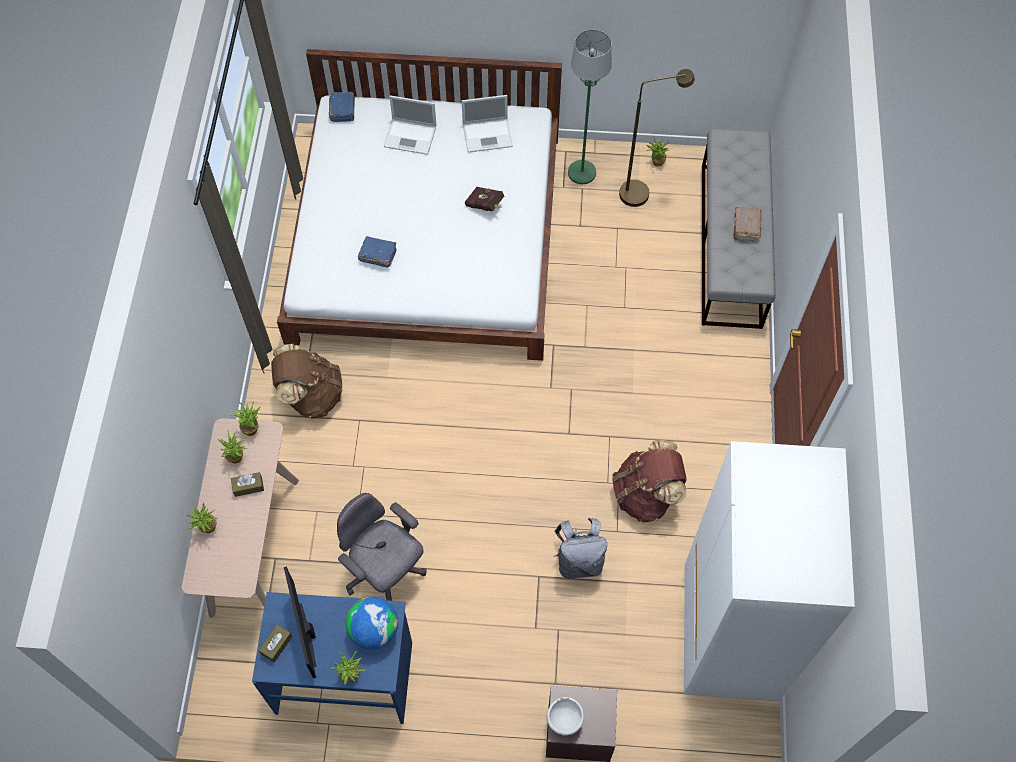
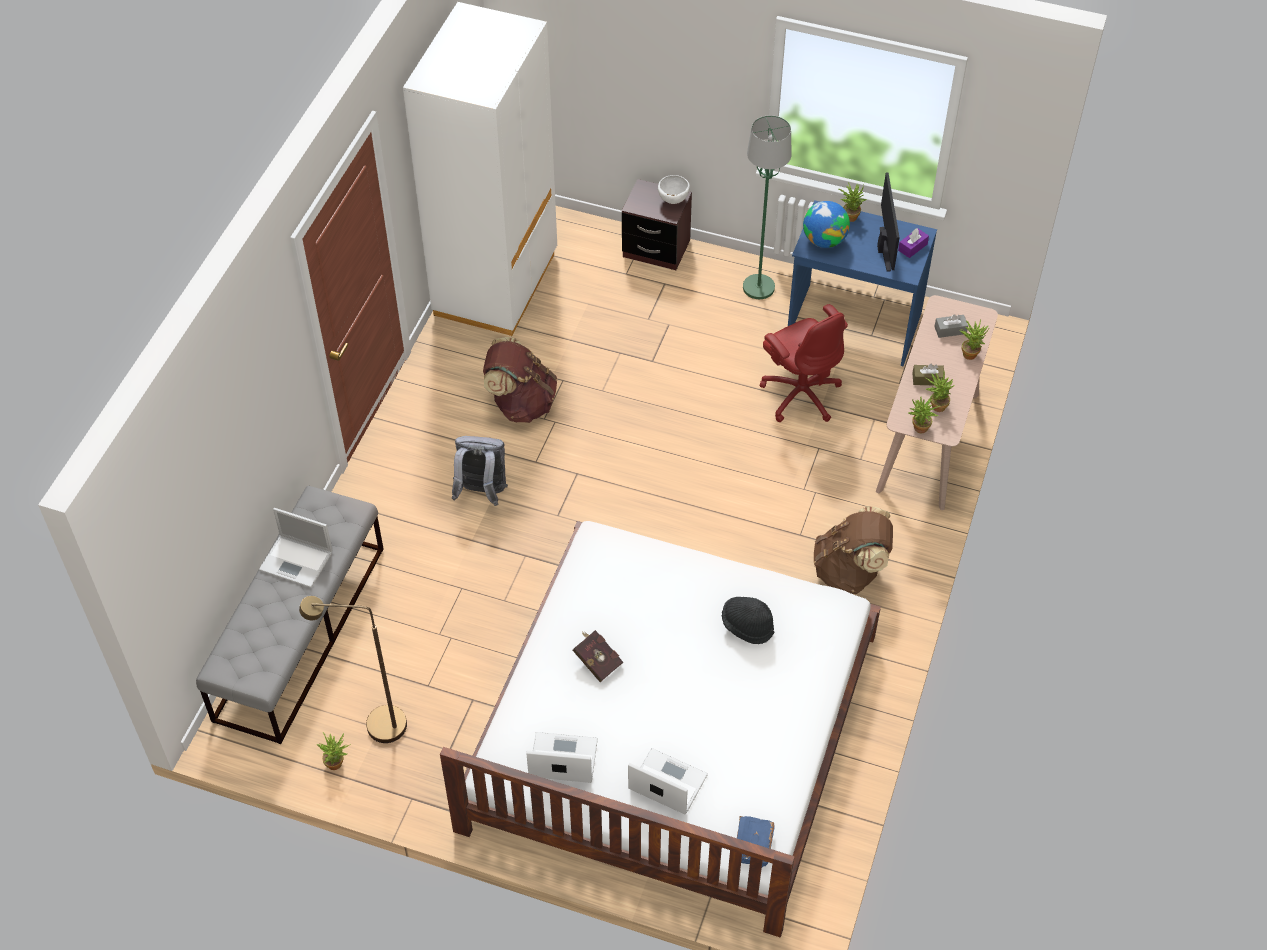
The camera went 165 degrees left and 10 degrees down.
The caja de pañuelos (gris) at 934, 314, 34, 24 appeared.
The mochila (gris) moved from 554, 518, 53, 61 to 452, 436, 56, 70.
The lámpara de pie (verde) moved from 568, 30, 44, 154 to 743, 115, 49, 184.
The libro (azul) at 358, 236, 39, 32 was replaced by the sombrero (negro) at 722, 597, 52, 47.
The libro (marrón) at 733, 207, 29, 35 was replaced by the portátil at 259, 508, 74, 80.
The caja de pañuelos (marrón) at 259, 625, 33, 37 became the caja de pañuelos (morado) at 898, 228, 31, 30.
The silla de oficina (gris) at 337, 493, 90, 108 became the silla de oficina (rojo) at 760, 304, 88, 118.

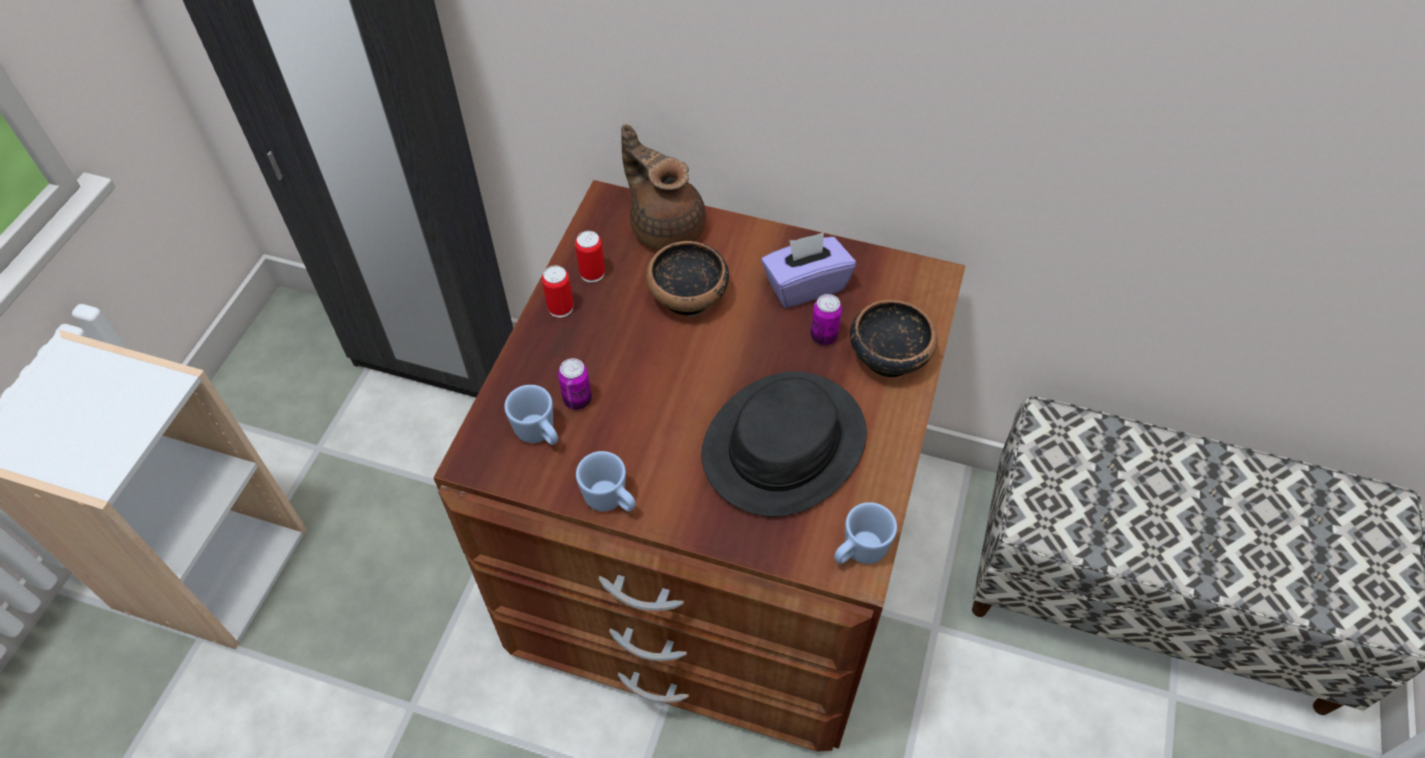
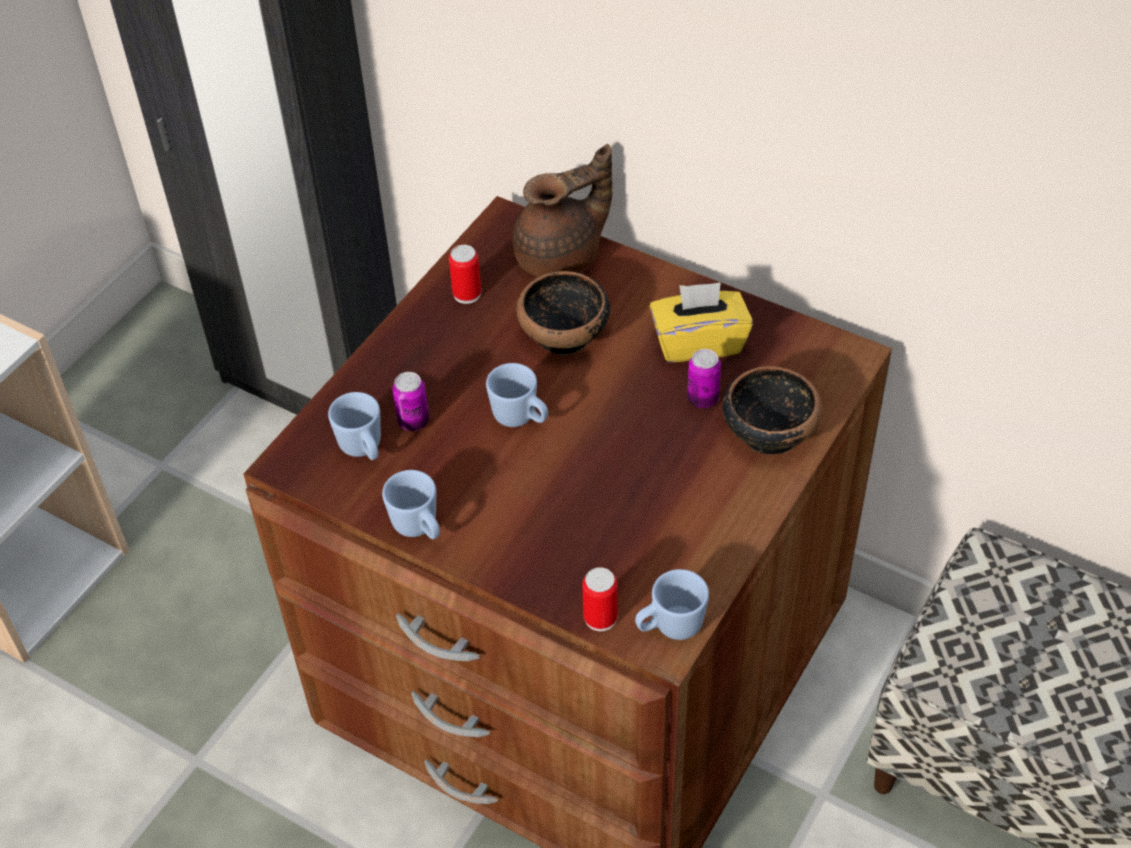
The camera went 15 degrees right and 5 degrees down.
The sombrero (negro) at 701, 371, 166, 146 disappeared.
The taza grande (azul) at 486, 363, 62, 64 appeared.
The lata moved from 542, 265, 32, 53 to 582, 567, 36, 64.
The caja de pañuelos (morado) at 761, 232, 95, 76 became the caja de pañuelos (amarillo) at 650, 282, 103, 80.
The tetera (marrón) at 621, 124, 85, 126 turned 90 degrees clockwise.

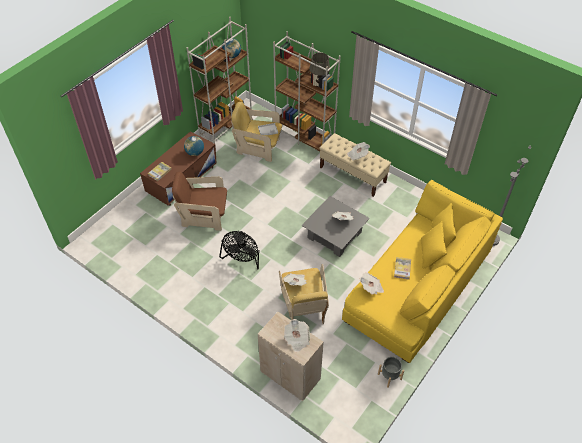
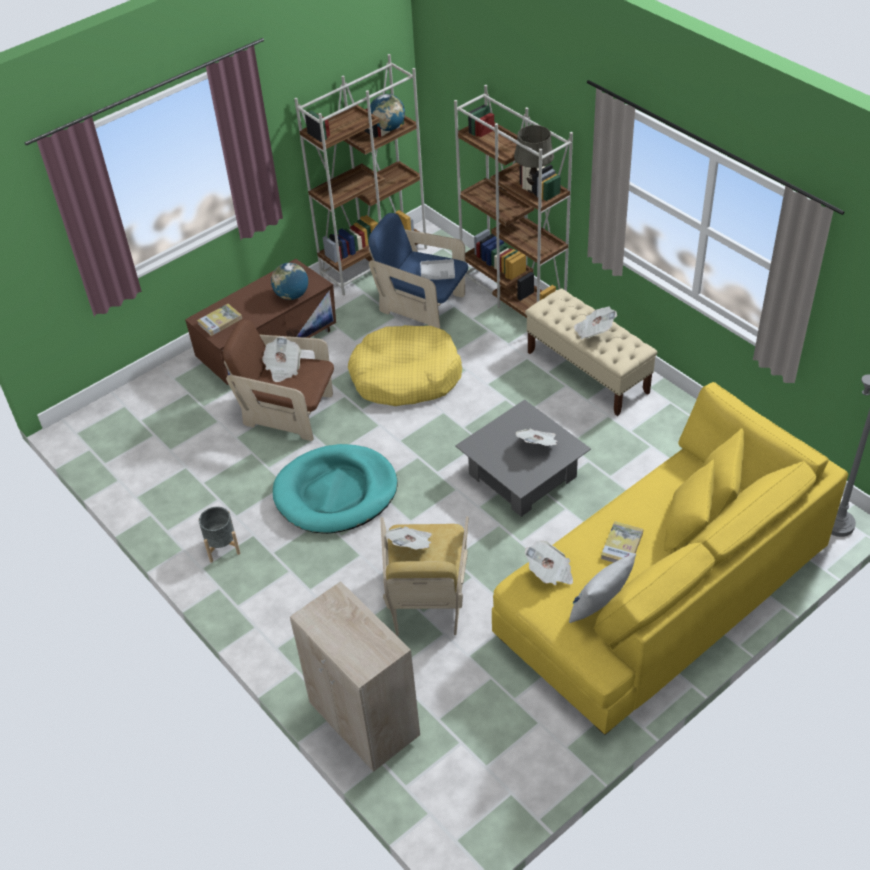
The camera went 15 degrees right and 5 degrees down.
The cama para perro (amarillo) at 348, 325, 114, 81 appeared.
The cojín (gris) at 569, 553, 67, 70 appeared.
The periódico moved from 284, 319, 26, 34 to 262, 336, 39, 46.
The maceta (gris) moved from 378, 357, 26, 31 to 199, 507, 41, 55.
The ventilador (negro) at 219, 231, 41, 39 was replaced by the cama para perro (turquesa) at 273, 444, 125, 90.
The sillón (amarillo) at 231, 102, 51, 60 became the sillón (azul) at 369, 213, 99, 116.

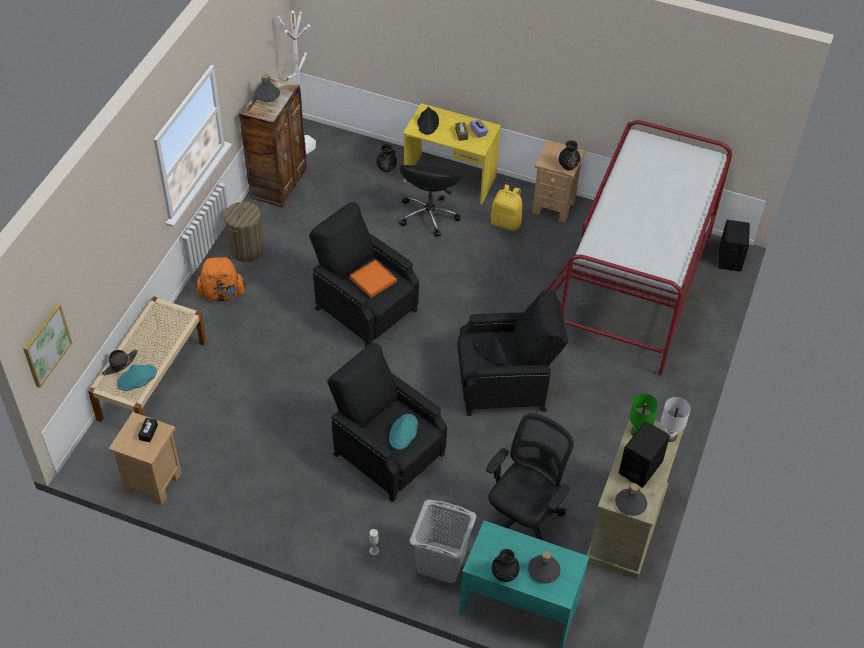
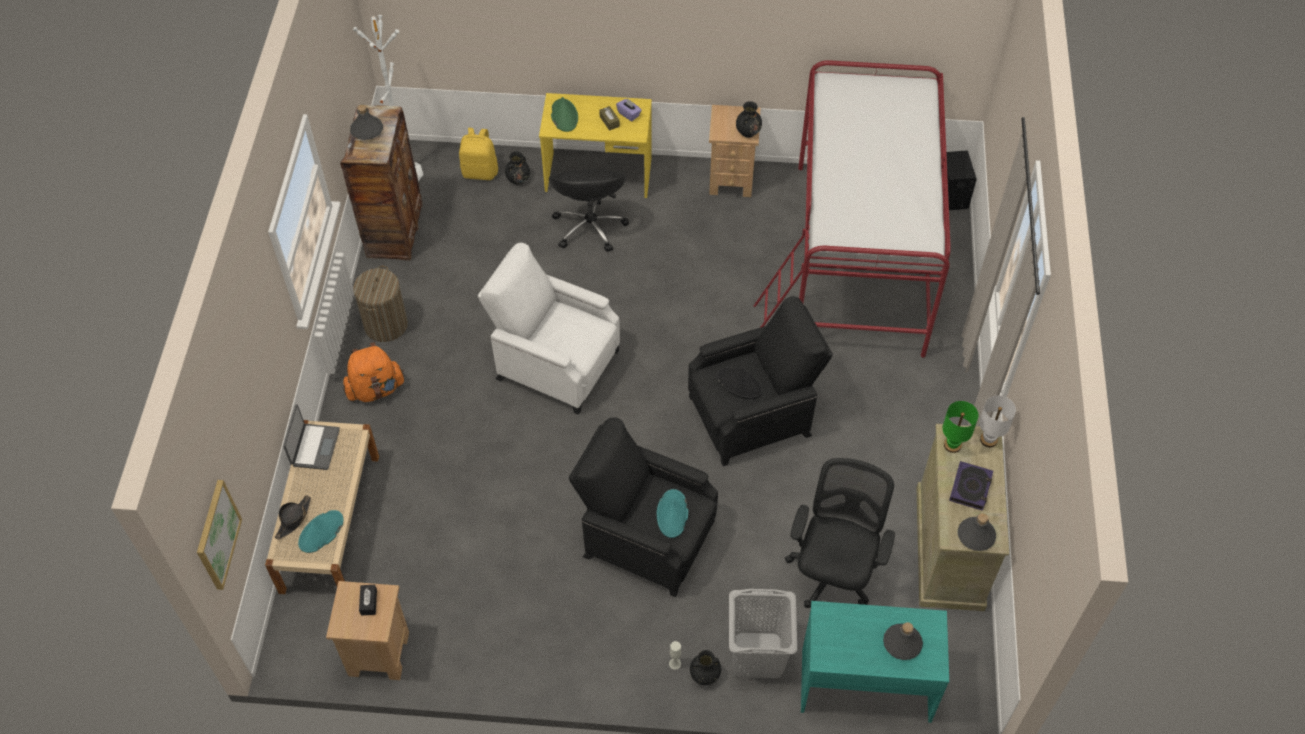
The camera went 15 degrees left and 5 degrees up.
The bandeja (naranja) at 350, 259, 47, 39 disappeared.
The portátil at 283, 404, 57, 66 appeared.
The mochila (amarillo) moved from 491, 184, 31, 47 to 459, 128, 39, 52.
The florero (negro) moved from 492, 549, 27, 33 to 690, 650, 31, 35.
The altavoz (negro) at 619, 421, 51, 67 was replaced by the libro at 949, 461, 44, 50.
The sillón (negro) at 309, 202, 110, 145 became the sillón (blanco) at 478, 243, 142, 172.
The sombrero (negro) at 417, 107, 22, 28 became the sombrero (verde) at 551, 97, 27, 35.

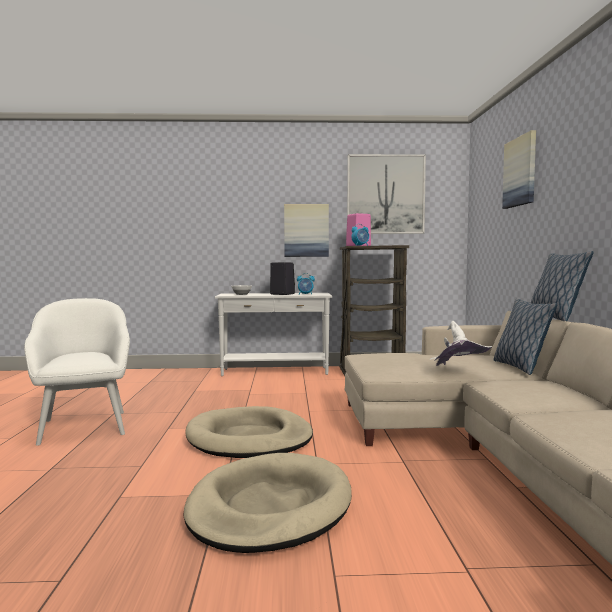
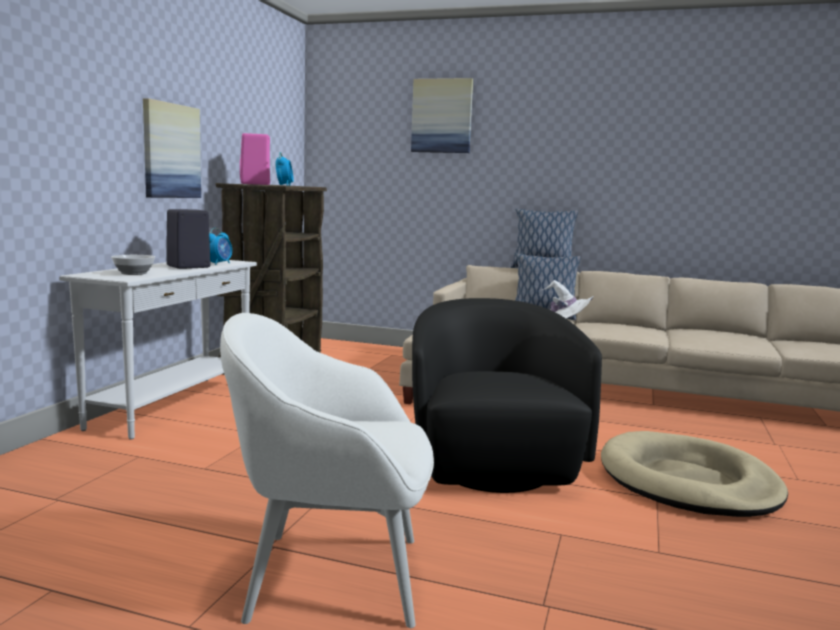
The camera went 70 degrees left and 5 degrees up.
The cuadro at 347, 154, 79, 80 disappeared.
The cama para perro (beis) at 185, 406, 128, 52 was replaced by the sillón (negro) at 412, 298, 190, 195.

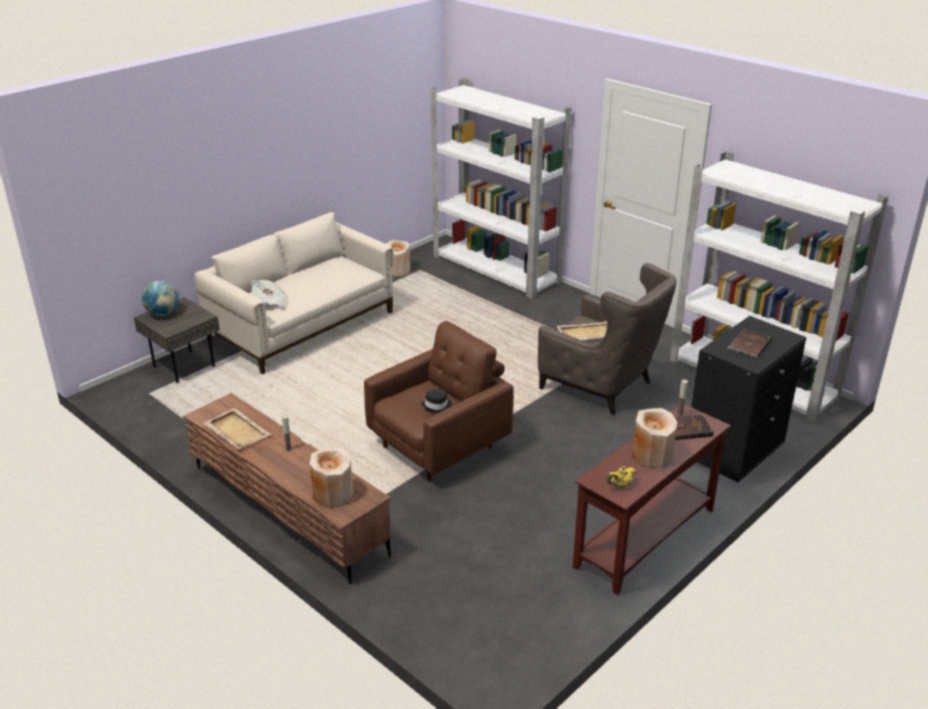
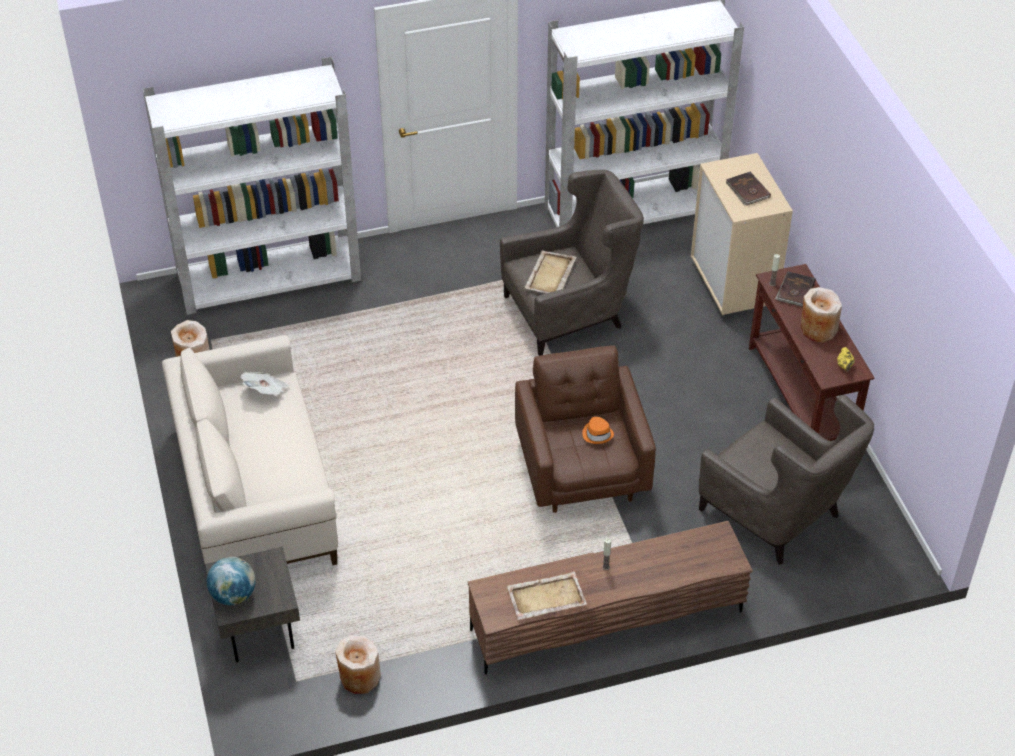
The camera went 60 degrees left and 15 degrees up.
The sillón (gris) at 699, 395, 175, 170 appeared.
The periódico moved from 251, 280, 37, 27 to 240, 372, 49, 24.
The florero (beis) moved from 309, 446, 45, 62 to 335, 636, 46, 58.
The sombrero (negro) at 422, 389, 30, 24 became the sombrero (naranja) at 582, 417, 32, 27.
The armario (negro) at 691, 316, 115, 167 became the armario (beis) at 691, 153, 102, 162.

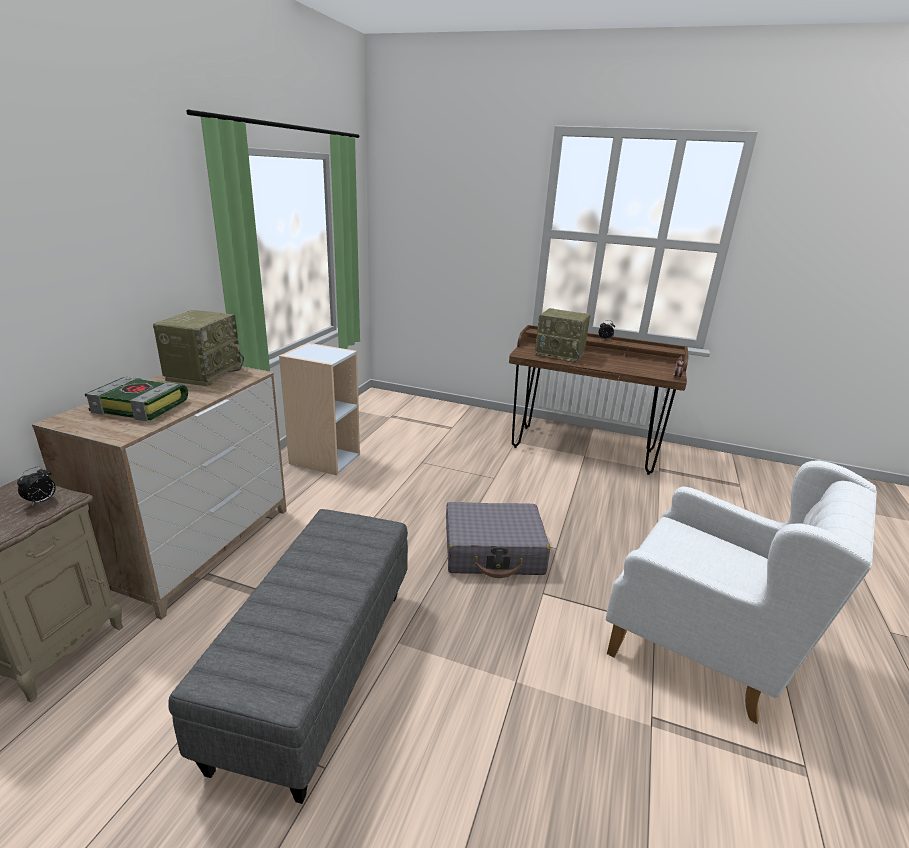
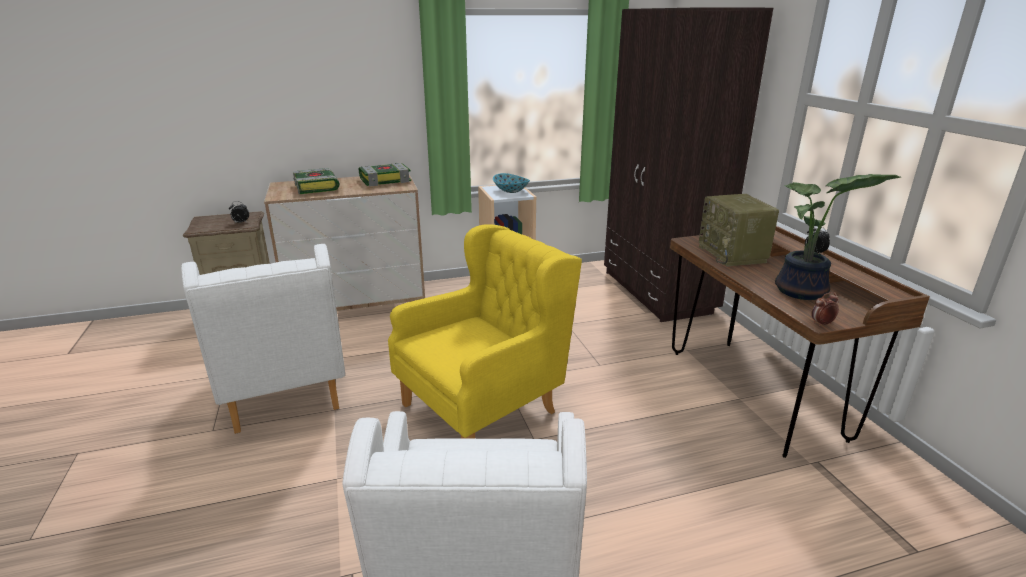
The camera went 55 degrees right and 0 degrees up.
The cuenco at 493, 173, 37, 20 appeared.
The armario ropero (marrón) at 604, 7, 170, 315 appeared.
The planta en maceta at 775, 174, 125, 126 appeared.
The radio at 153, 310, 91, 76 was replaced by the libro at 359, 163, 52, 24.
The puf (gris) at 168, 509, 240, 295 was replaced by the sillón (blanco) at 181, 244, 164, 190.
The maleta (gris) at 446, 502, 104, 76 was replaced by the sillón (amarillo) at 388, 224, 194, 215.

